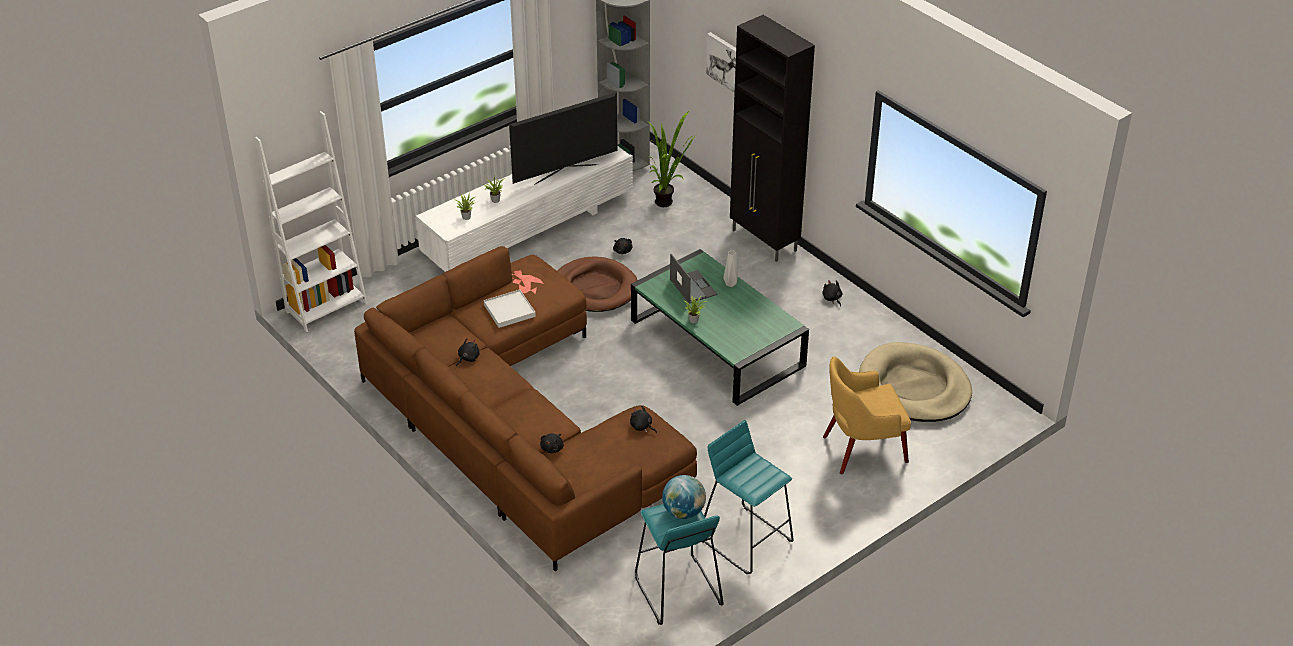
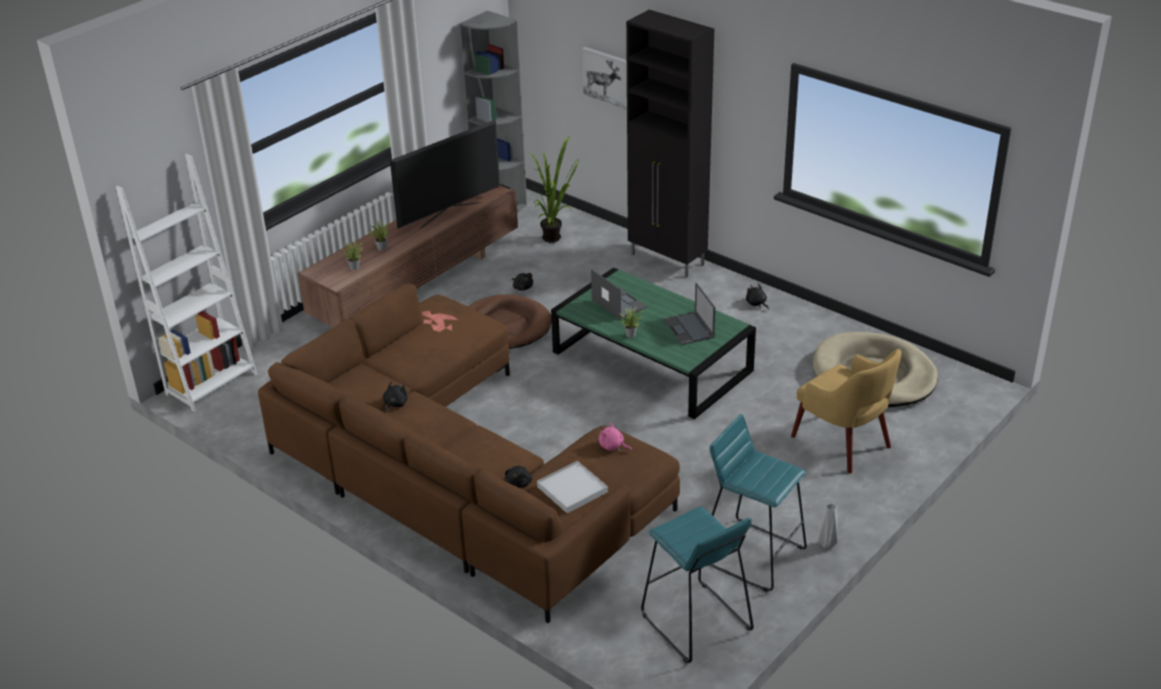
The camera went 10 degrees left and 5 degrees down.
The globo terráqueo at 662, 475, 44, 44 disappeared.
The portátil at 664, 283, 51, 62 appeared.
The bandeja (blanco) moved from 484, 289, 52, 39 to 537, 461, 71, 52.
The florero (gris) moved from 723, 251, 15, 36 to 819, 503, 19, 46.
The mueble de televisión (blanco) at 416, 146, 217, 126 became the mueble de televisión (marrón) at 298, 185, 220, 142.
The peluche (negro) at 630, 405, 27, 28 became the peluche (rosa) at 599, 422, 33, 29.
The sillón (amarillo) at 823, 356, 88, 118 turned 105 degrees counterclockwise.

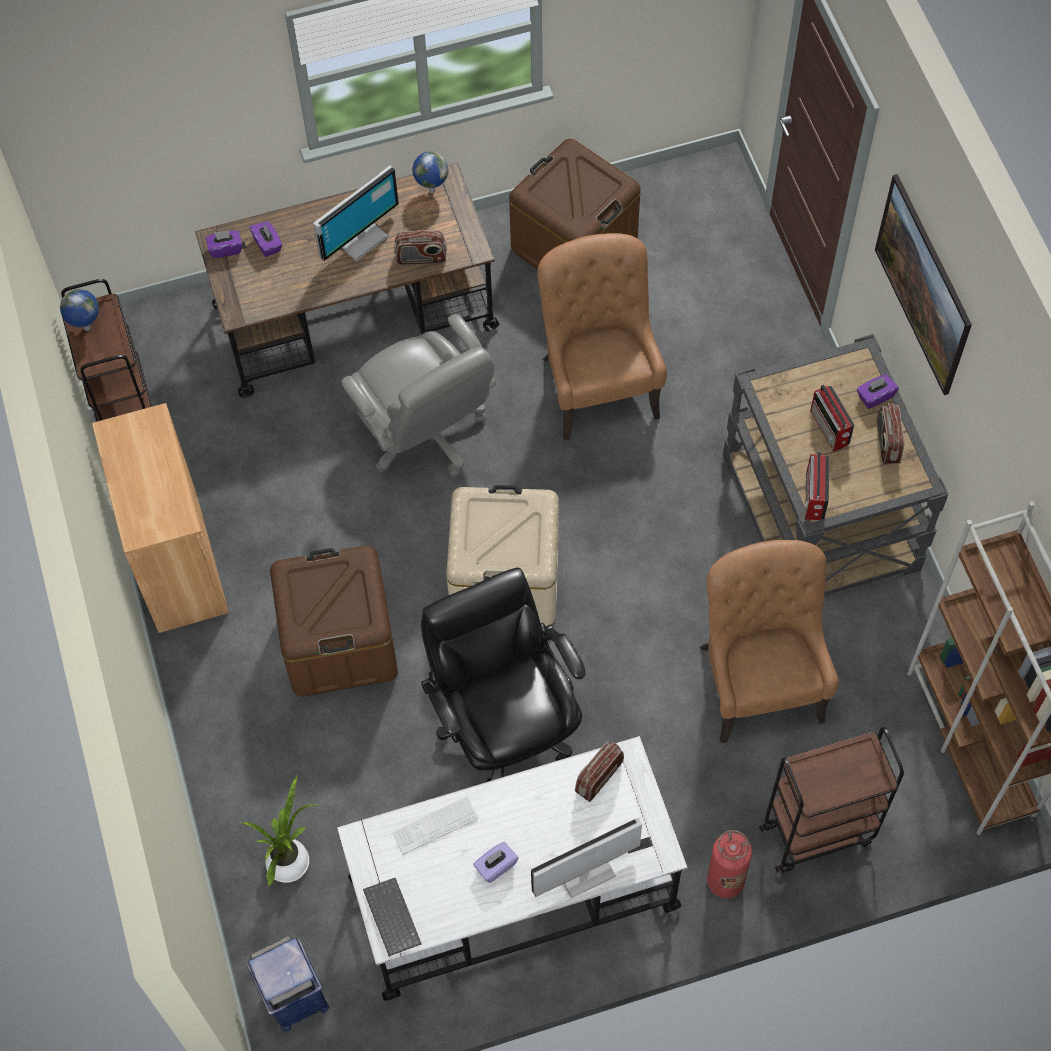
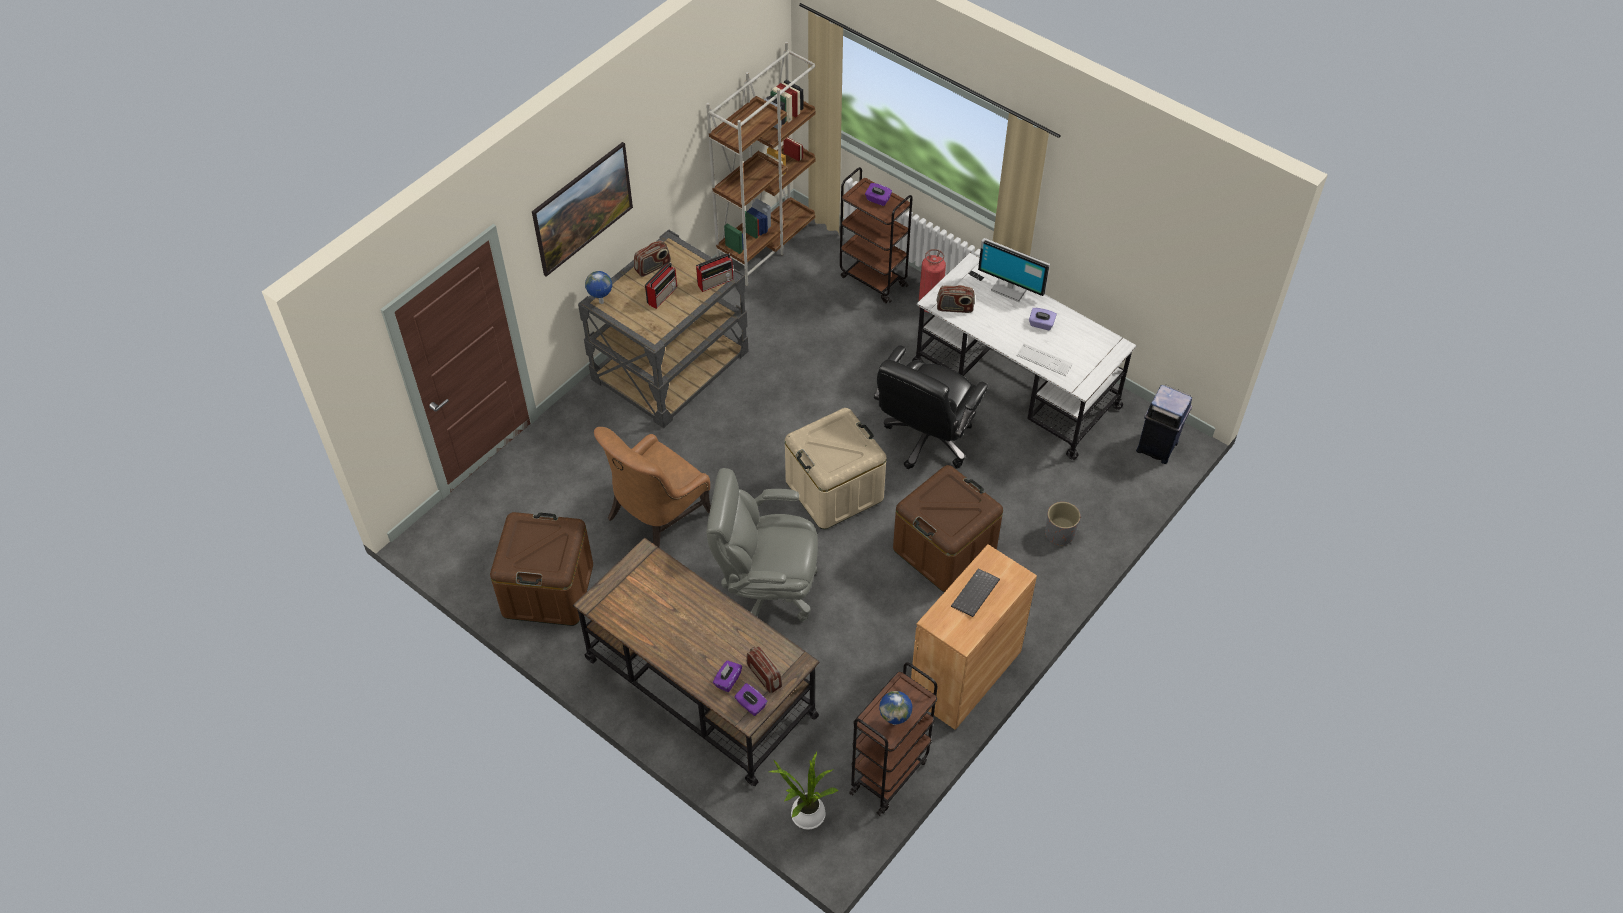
The camera went 125 degrees left and 10 degrees down.
The monitor at 313, 166, 86, 95 disappeared.
The silla (marrón) at 699, 540, 140, 203 disappeared.
The maceta (gris) at 1045, 502, 35, 44 appeared.
The planta en maceta moved from 243, 776, 76, 110 to 769, 752, 69, 78.
The teclado moved from 363, 878, 59, 78 to 951, 568, 49, 49.
The radio moved from 394, 230, 53, 35 to 746, 646, 36, 48.
The globo terráqueo moved from 412, 151, 37, 42 to 585, 271, 27, 33.
The caja de pañuelos (morado) moved from 857, 374, 42, 35 to 865, 183, 27, 23.
The silla de oficina (gris) at 341, 314, 155, 162 turned 105 degrees counterclockwise.

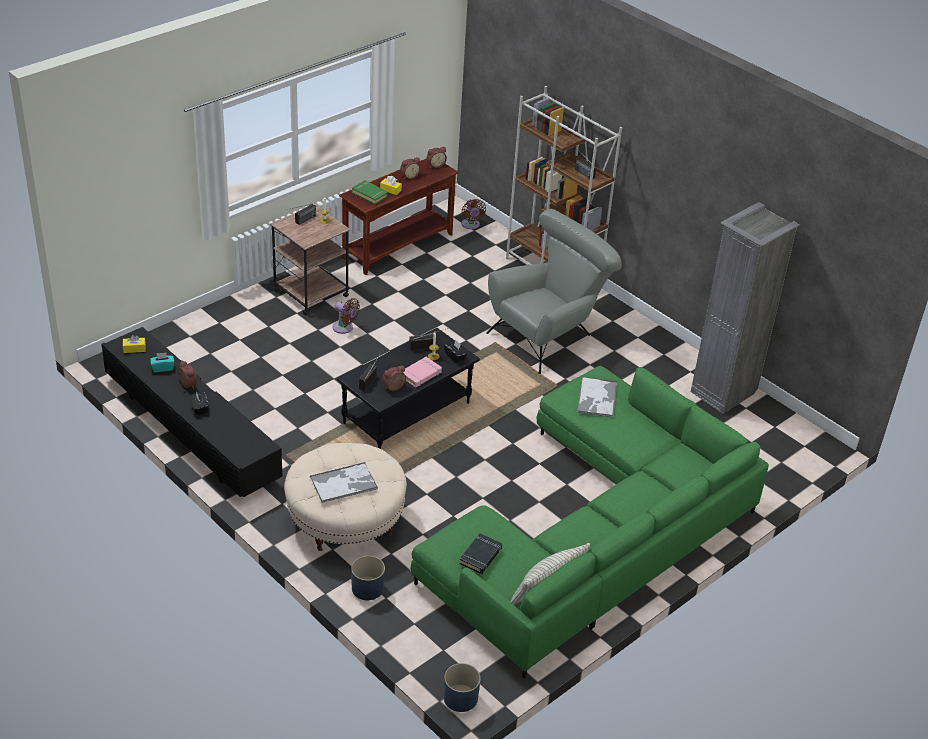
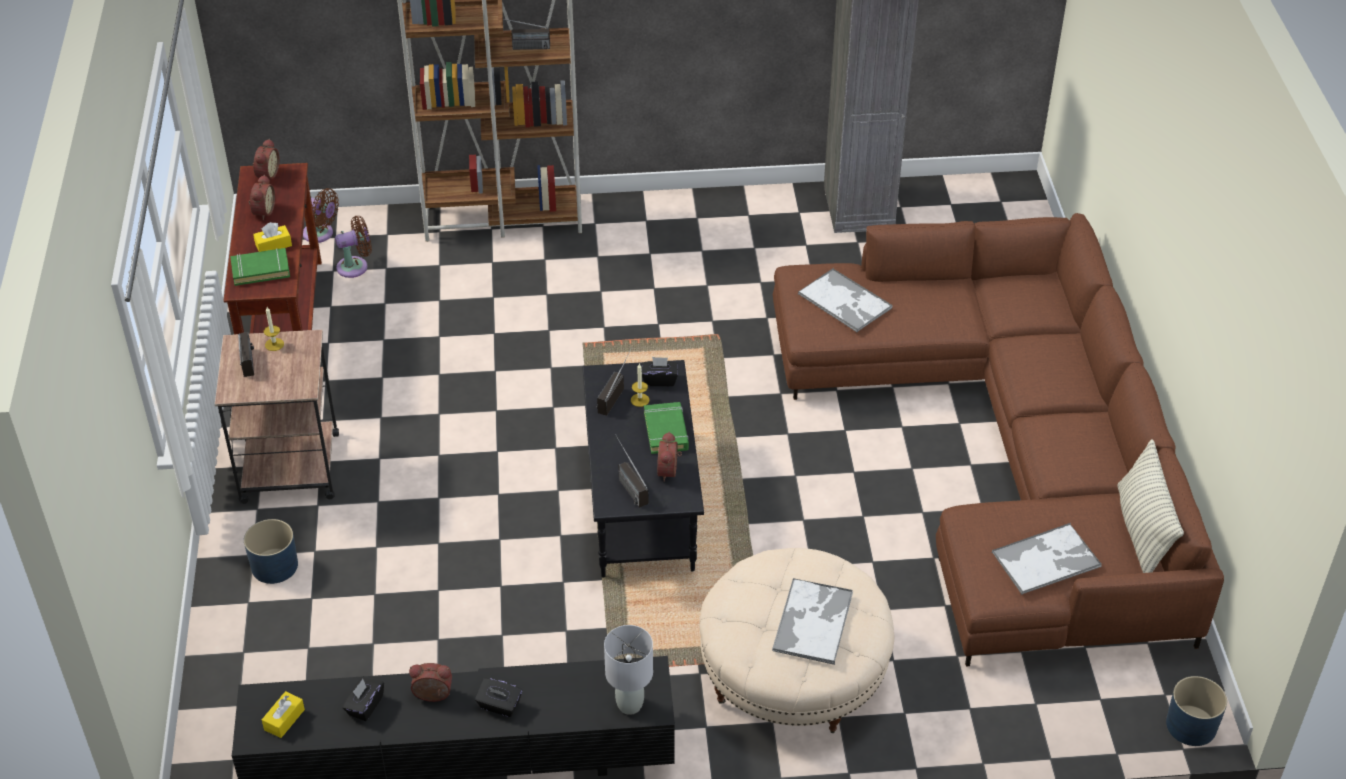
The camera went 50 degrees left and 5 degrees up.
The sillón (gris) at 486, 209, 136, 165 disappeared.
The lámpara de mesa (gris) at 604, 625, 49, 90 appeared.
The ventilador (marrón) moved from 332, 298, 28, 36 to 335, 216, 37, 62.
The maceta (azul) moved from 351, 556, 34, 44 to 244, 519, 54, 65.
The libro (negro) at 459, 534, 43, 40 was replaced by the bandeja at 992, 523, 110, 72.
The caja de pañuelos (turquesa) at 150, 352, 24, 20 became the caja de pañuelos (negro) at 342, 677, 42, 44.
The libro (rosa) at 403, 357, 39, 31 became the libro (verde) at 644, 402, 45, 52.
The sofá (verde) at 410, 366, 359, 313 became the sofá (marrón) at 773, 213, 451, 454.

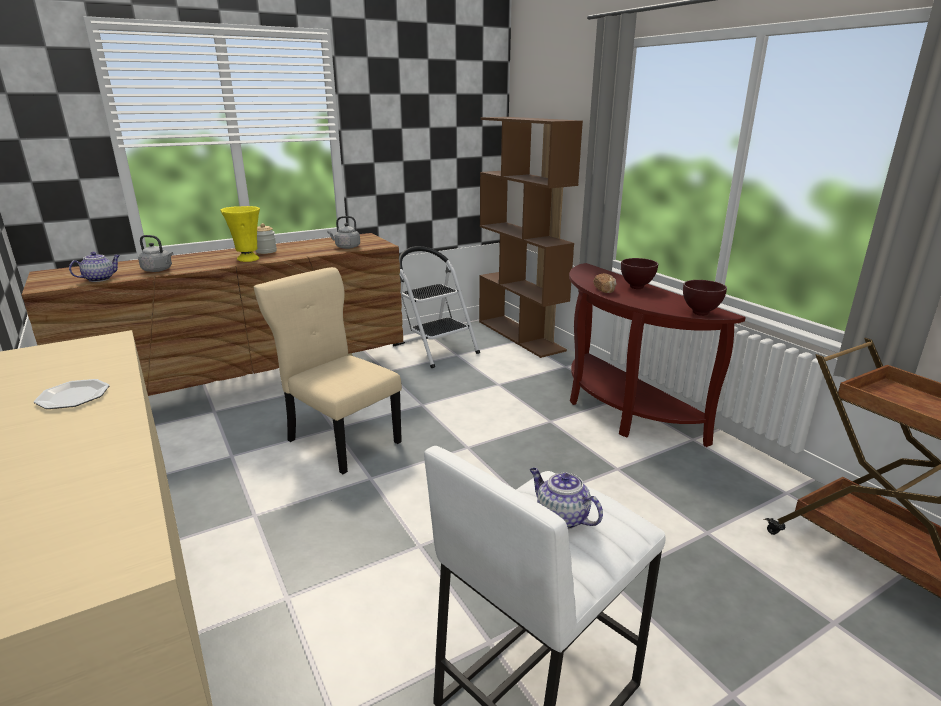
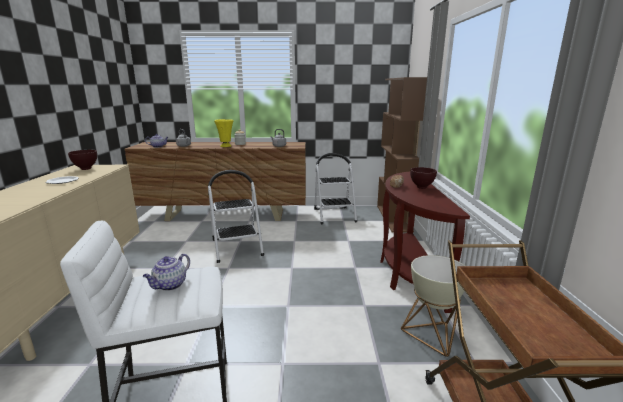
The camera went 30 degrees right and 5 degrees down.
The maceta at 401, 255, 64, 102 appeared.
The cuenco (marrón) moved from 683, 280, 44, 36 to 68, 150, 29, 20.
The silla (beis) at 254, 267, 148, 207 was replaced by the escalera de tijera at 208, 170, 56, 93.
The tetera at 530, 468, 73, 61 turned 135 degrees counterclockwise.

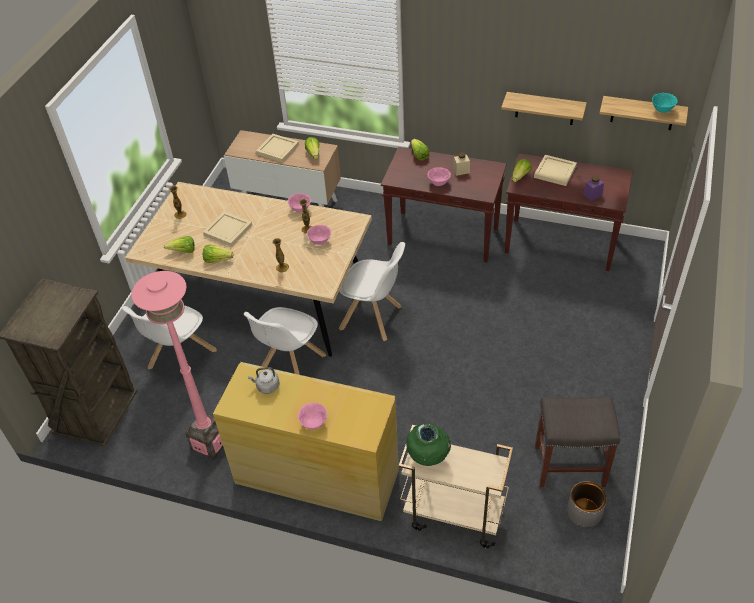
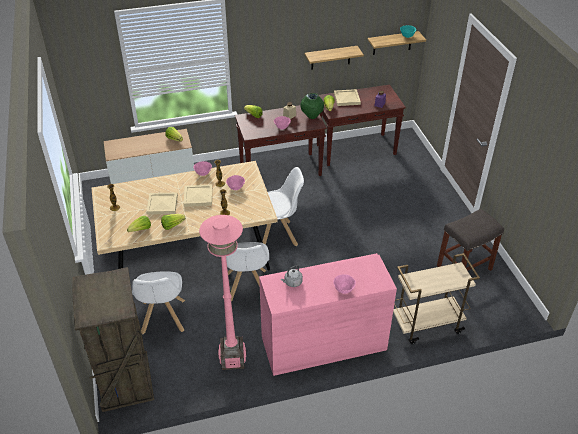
The camera went 35 degrees left and 5 degrees down.
The maceta (gris) at 567, 481, 40, 46 disappeared.
The bandeja (beis) moved from 256, 134, 43, 29 to 184, 185, 28, 22.
The florero (verde) moved from 406, 424, 45, 42 to 300, 93, 24, 26.
The armario (amarillo) at 213, 362, 186, 159 became the armario (rosa) at 259, 253, 138, 123.

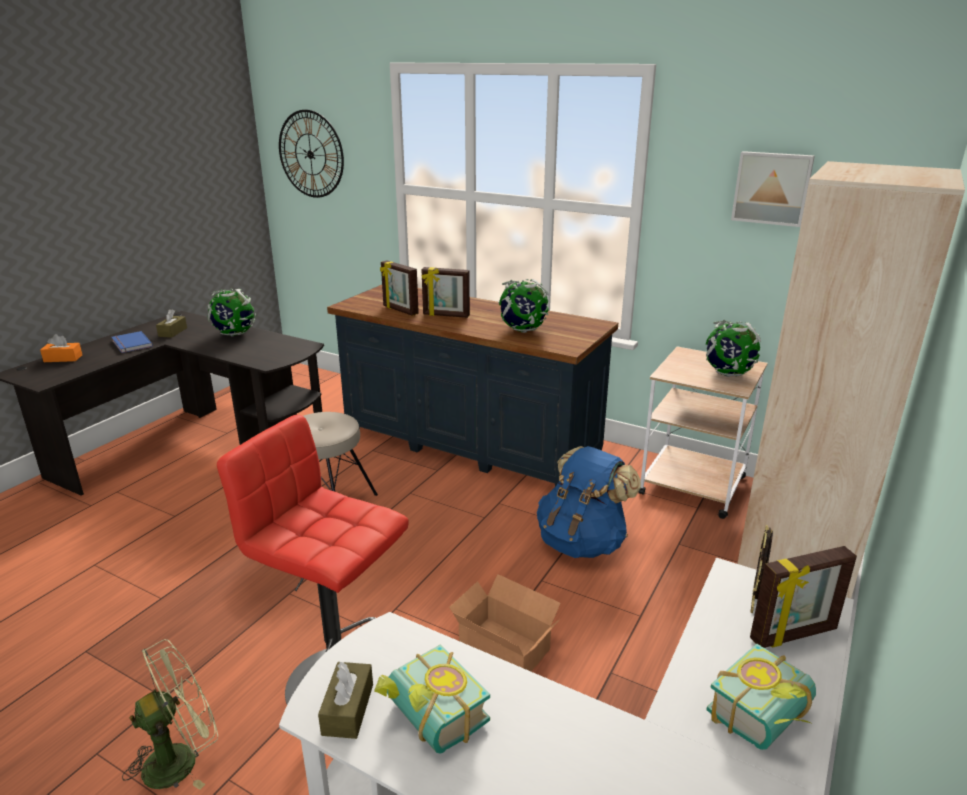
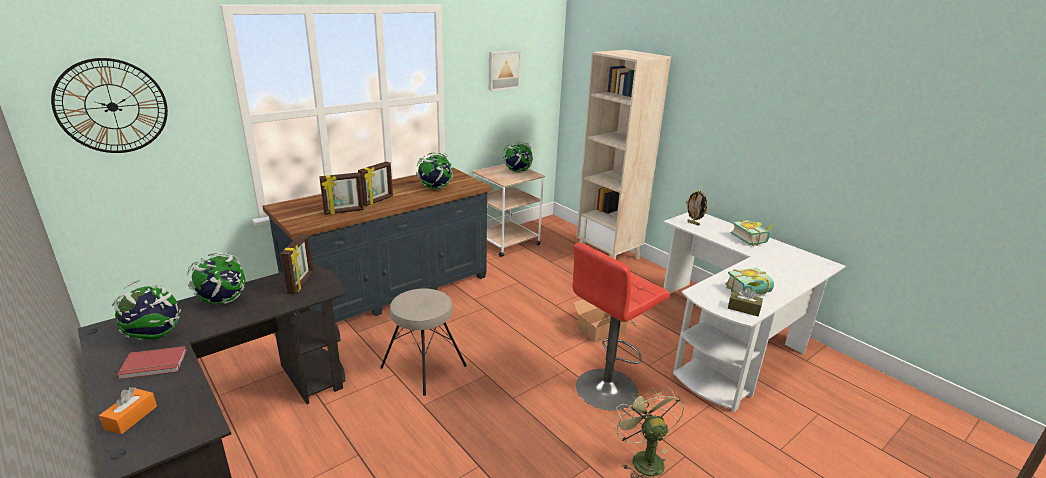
The camera went 70 degrees left and 0 degrees up.
The mochila (azul) at 537, 446, 104, 112 disappeared.
The portarretratos moved from 750, 546, 107, 102 to 281, 234, 33, 60.
The caja de pañuelos (marrón) at 156, 309, 31, 29 was replaced by the globo terráqueo at 112, 280, 69, 60.
The libro (azul) at 112, 331, 41, 22 became the libro (rojo) at 117, 346, 70, 33.

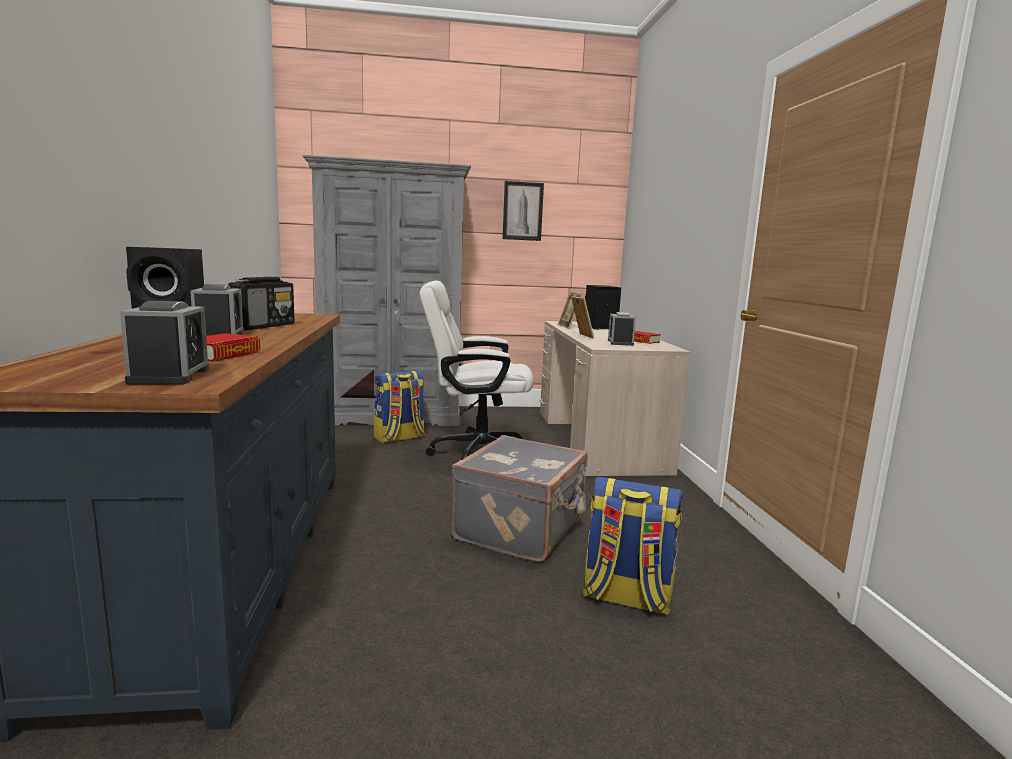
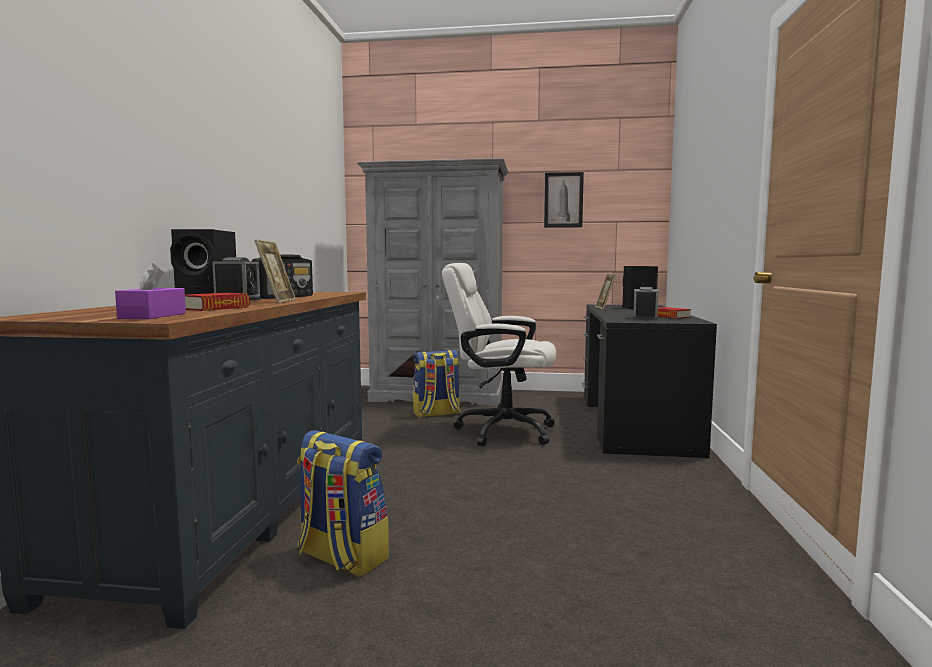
The camera went 15 degrees right and 5 degrees down.
The maleta (gris) at 451, 435, 137, 127 disappeared.
The portarretratos moved from 571, 296, 23, 43 to 255, 240, 41, 63.
The mochila moved from 582, 477, 101, 138 to 297, 430, 92, 147.
The despertador at 120, 301, 89, 83 was replaced by the caja de pañuelos (morado) at 115, 263, 71, 56.
The escritorio (beis) at 539, 321, 152, 155 became the escritorio (negro) at 582, 305, 135, 153.

